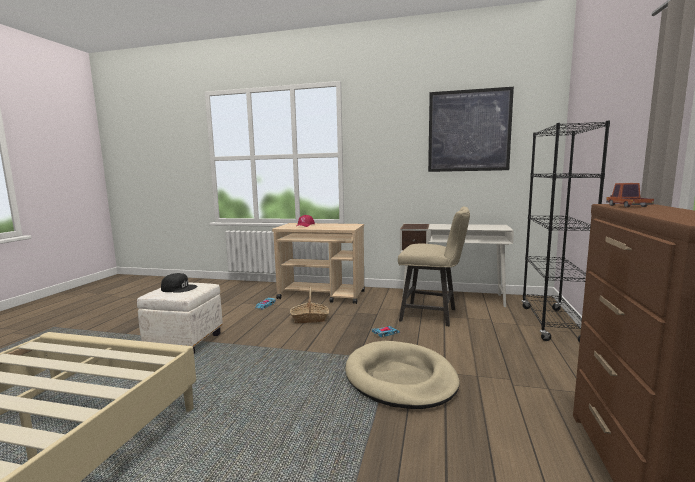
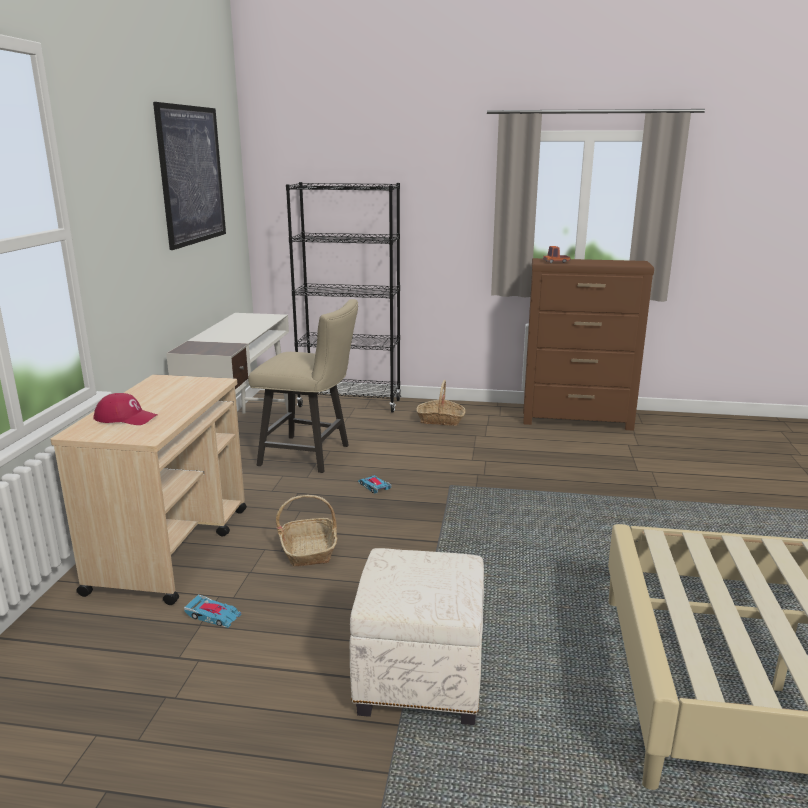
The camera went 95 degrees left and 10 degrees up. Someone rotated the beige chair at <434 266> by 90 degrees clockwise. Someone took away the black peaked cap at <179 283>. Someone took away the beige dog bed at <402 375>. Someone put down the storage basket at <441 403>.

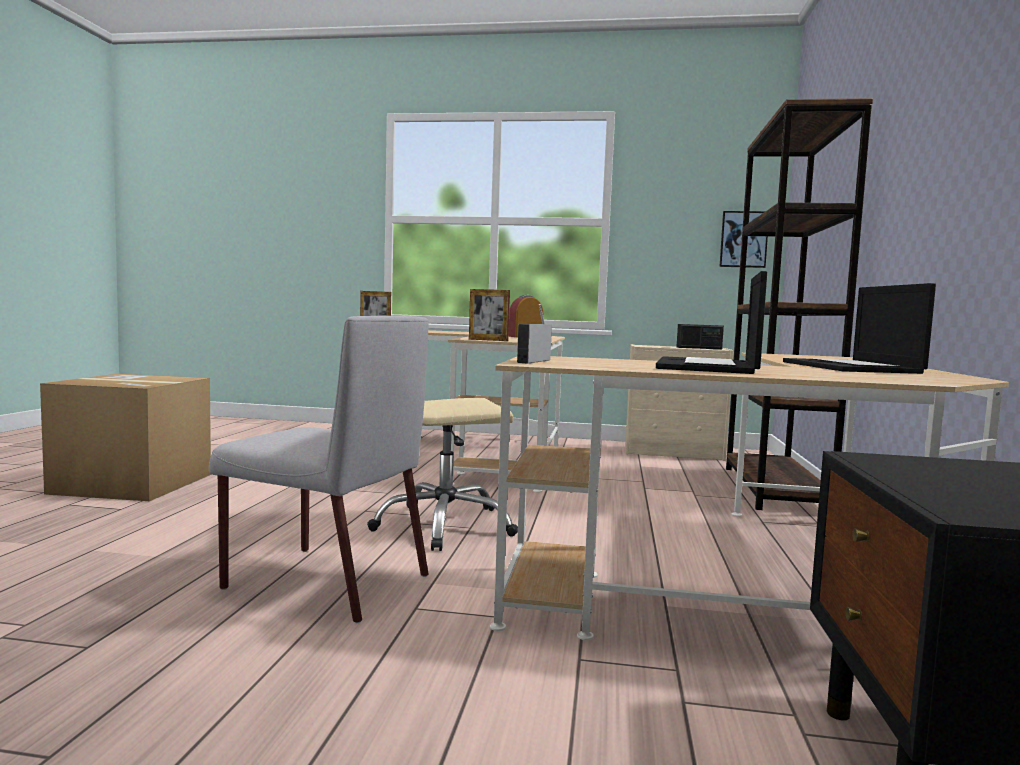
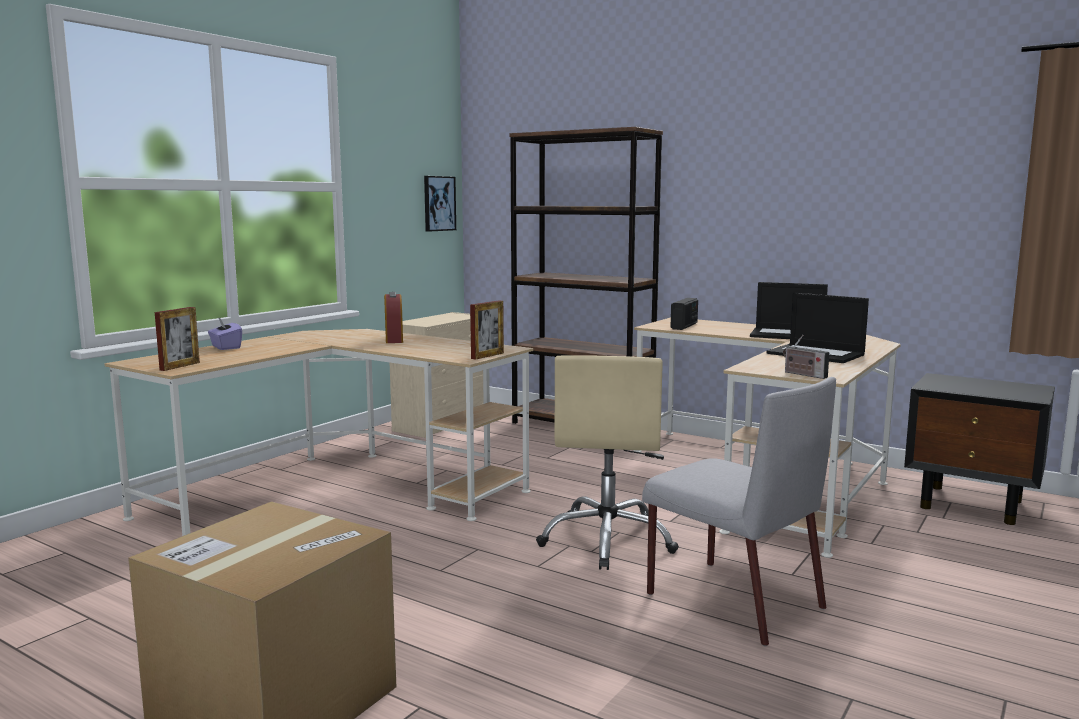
The camera went 65 degrees left and 5 degrees up. Someone rotated the gray chair at <319 469> by 90 degrees clockwise. Someone carried the radio receiver from <700 336> to <684 314>. Someone put down the purple-coloured tissue box at <225 334>.

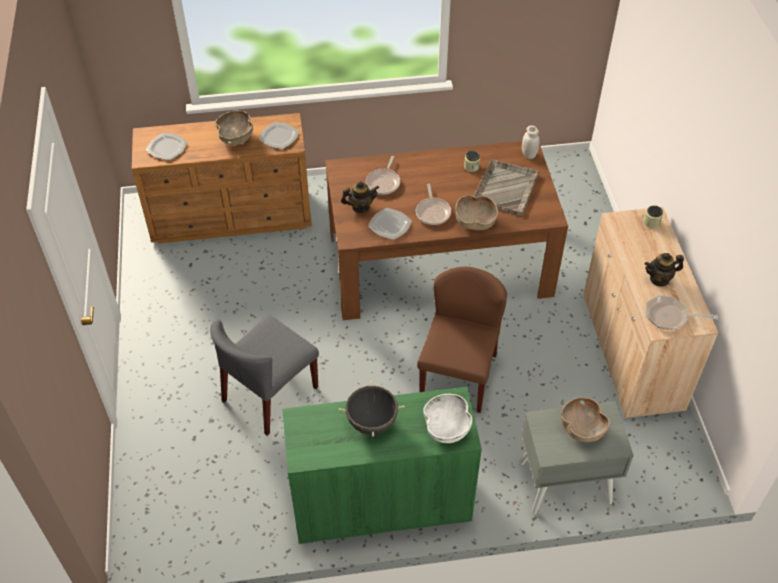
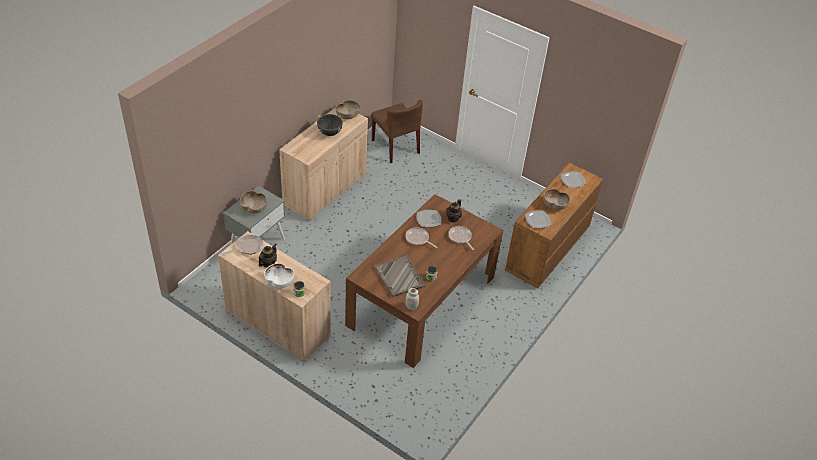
The camera went 130 degrees right and 5 degrees down. Someone carried the brown deep dish from <476 212> to <348 109>. Someone carried the brown chair from <462 340> to <397 131>. Someone took away the gray chair at <264 375>. Someone repainted the greenish cupboard at <382 465>, which became the beige cupboard at <323 164>. Someone carried the whitish deep dish from <447 418> to <279 276>.

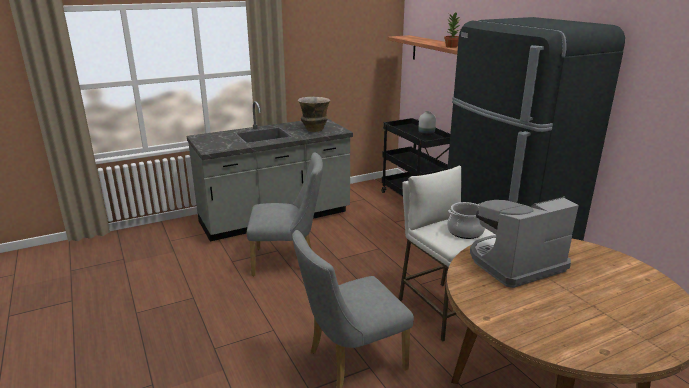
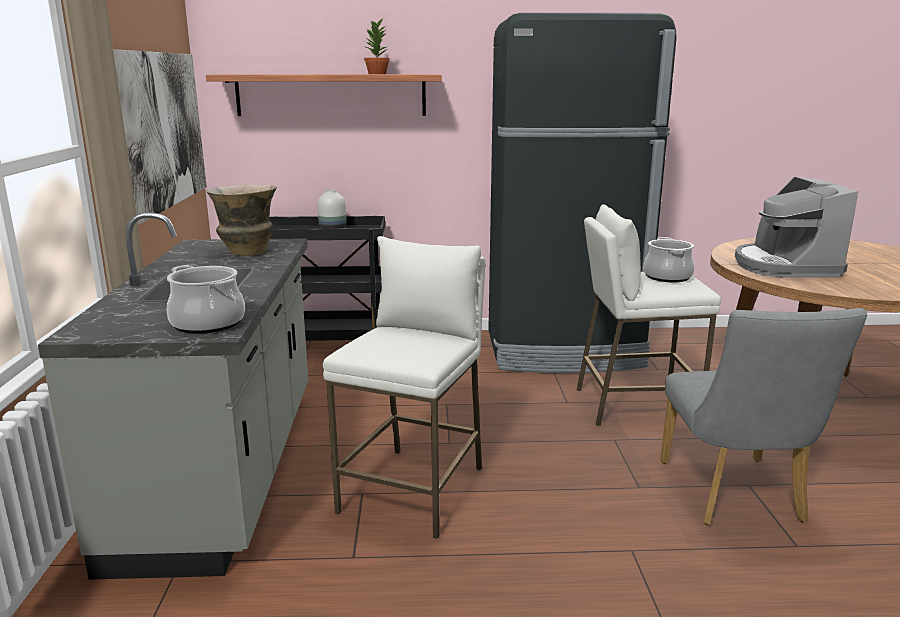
The camera went 65 degrees left and 5 degrees down. Someone swapped the gray chair at <285 214> for the whitish sitting stool at <404 387>. Someone put up the wall picture at <160 137>. Someone put down the cooking pot at <206 299>.

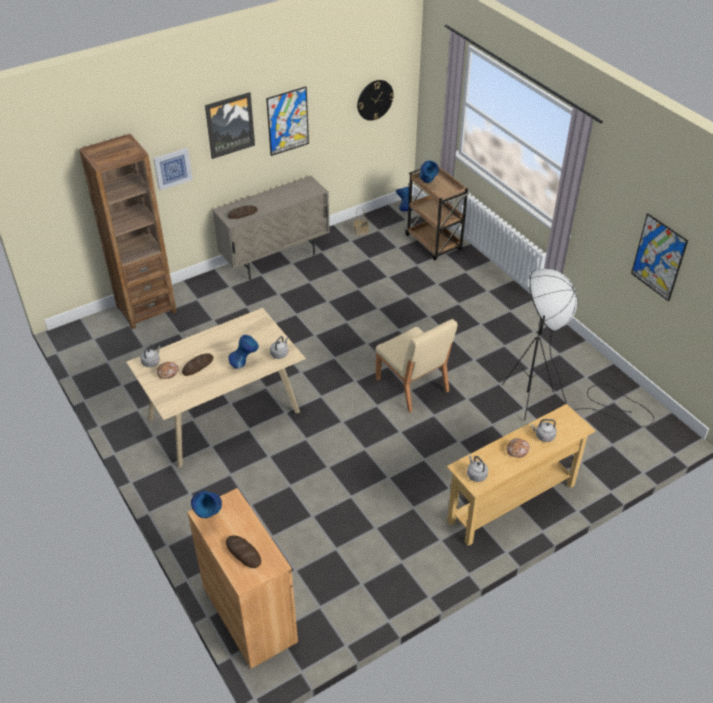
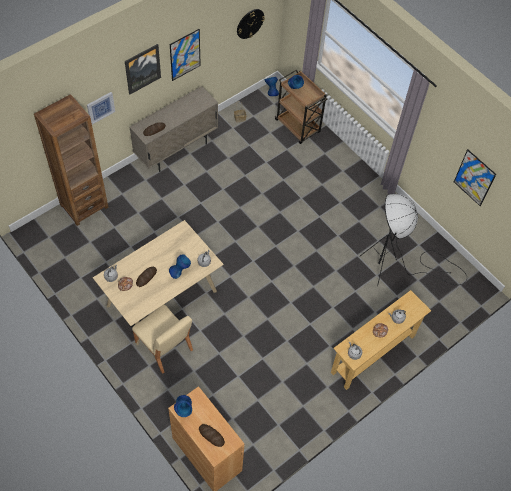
The camera went 10 degrees left and 15 degrees up. Someone carried the beige chair from <416 365> to <162 339>.

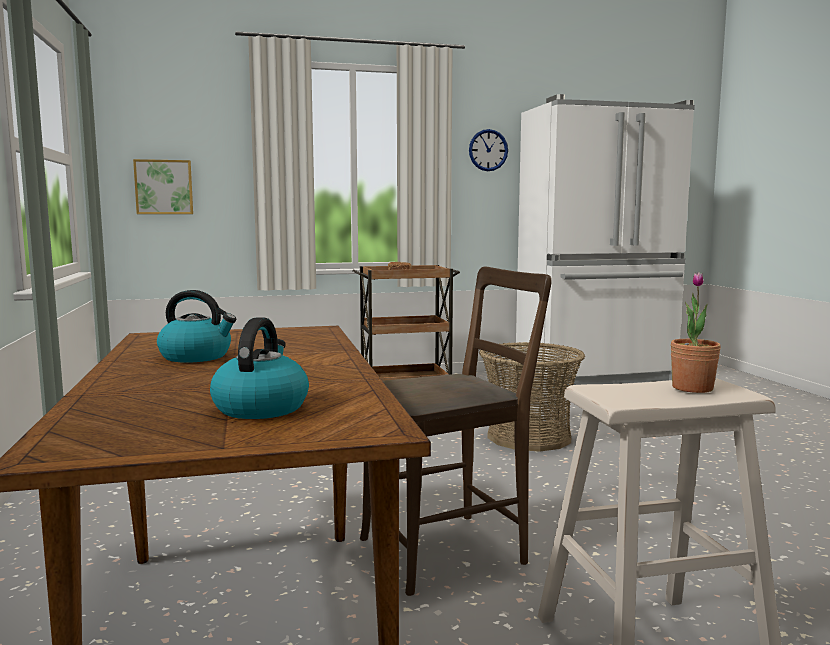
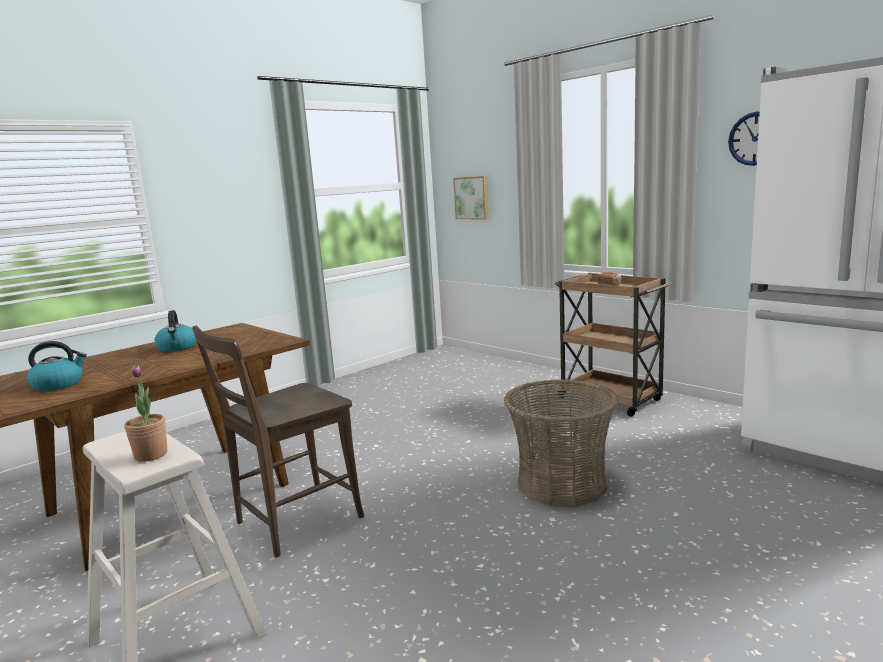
The camera went 60 degrees right and 5 degrees up. Someone rotated the brown chair at <456 431> by 105 degrees clockwise.

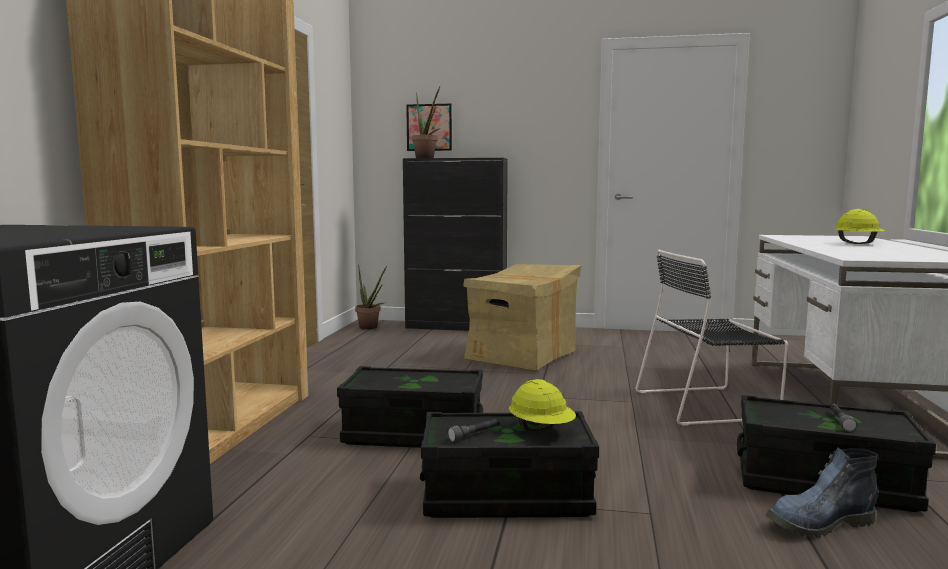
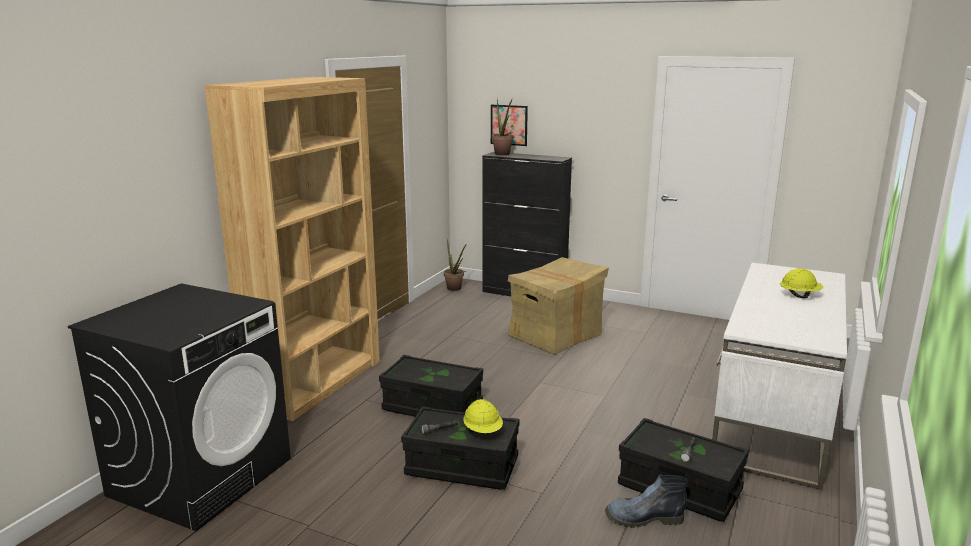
The camera went 15 degrees right and 10 degrees up. Someone took away the black chair at <712 338>.

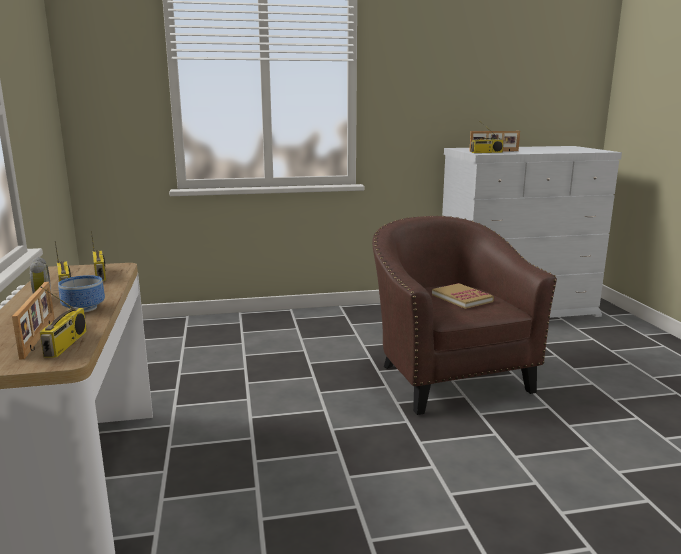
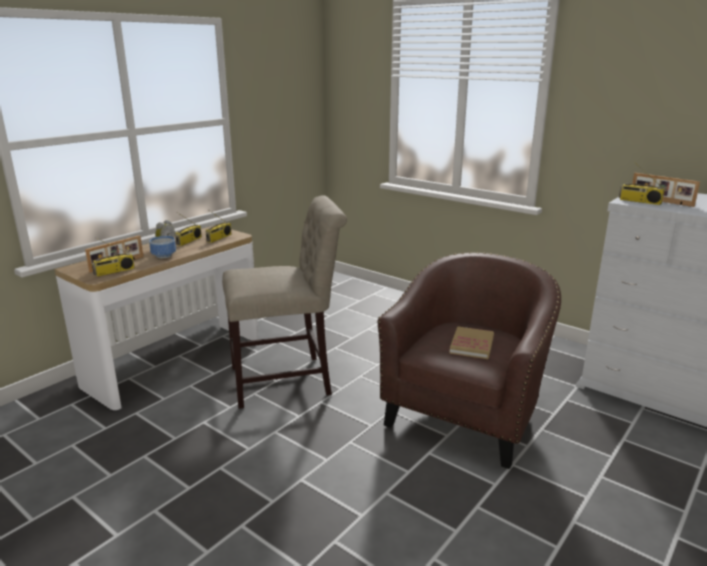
The camera went 50 degrees right and 5 degrees up. Someone put down the beige chair at <284 302>.

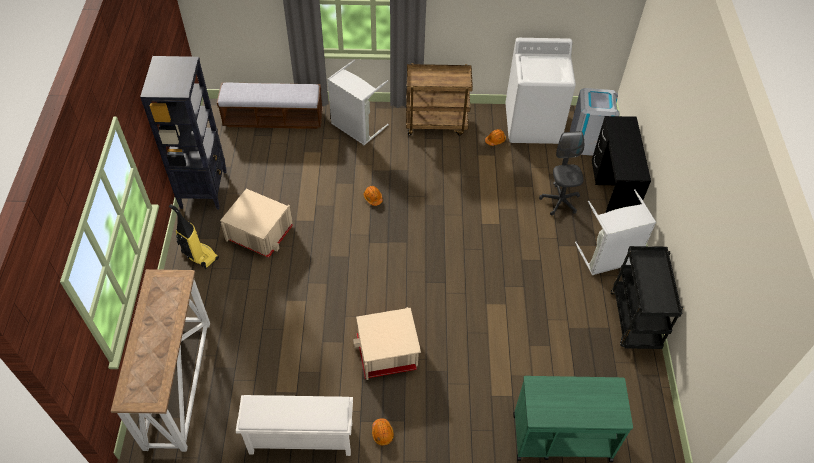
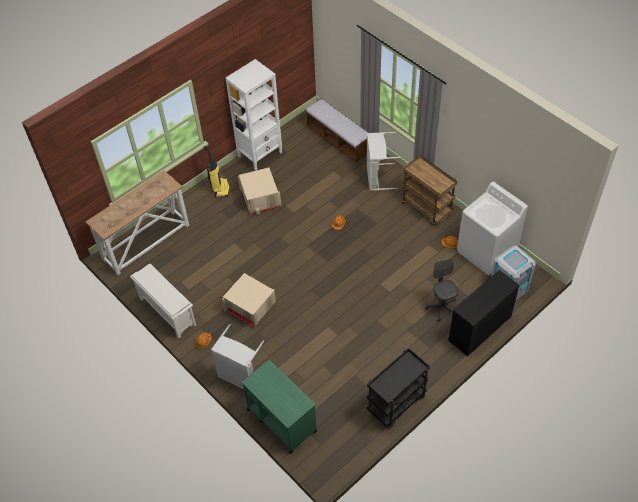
The camera went 50 degrees right and 0 degrees up. Someone repainted the black bookcase at <183 132>, which became the whitish bookcase at <253 115>. Someone rotated the gray computer chair at <561 173> by 60 degrees counterclockwise. Someone carried the gray hamper from <615 232> to <238 356>.

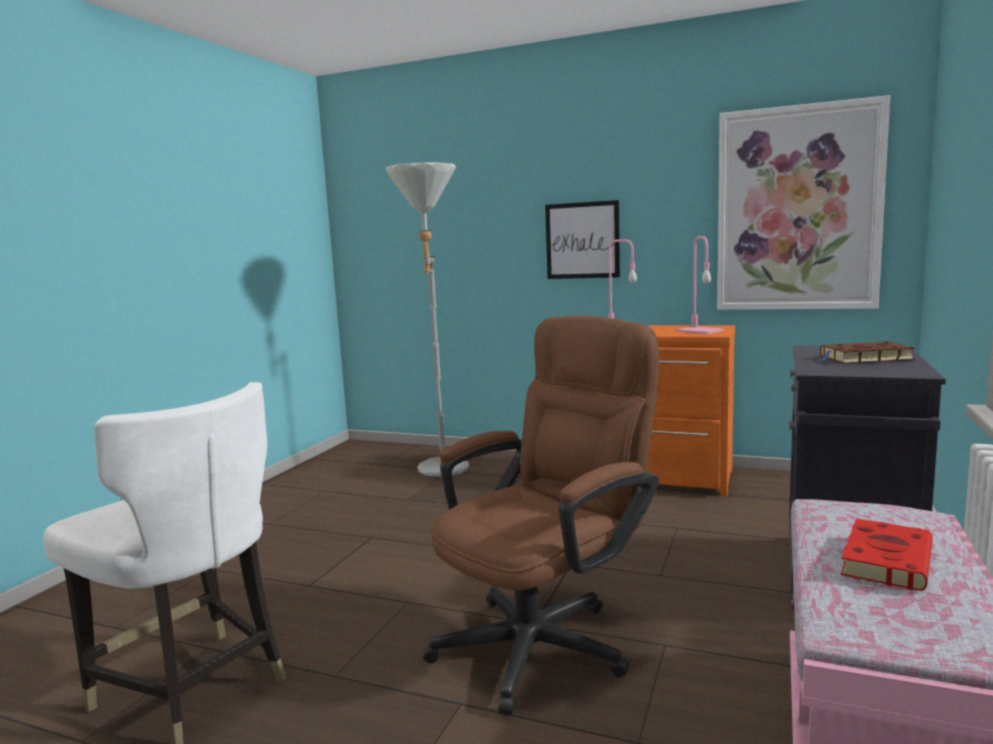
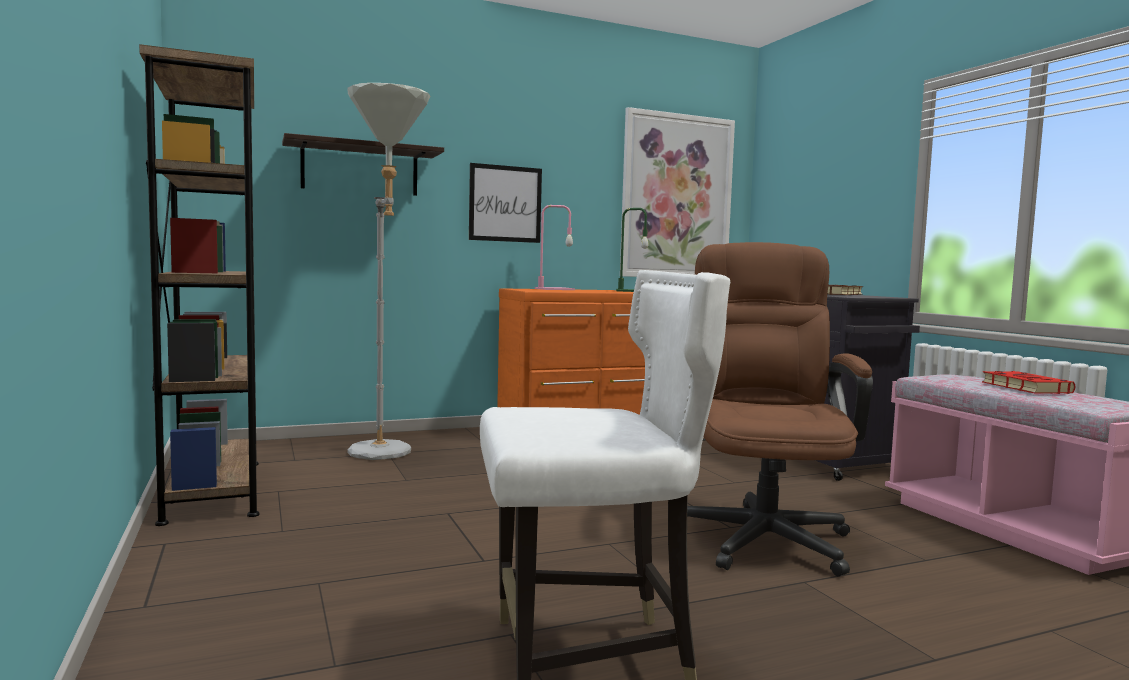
The camera went 45 degrees left and 5 degrees down. Someone repainted the pinkish table lamp at <700 285>, which became the greenish table lamp at <632 250>. Someone put down the brown bookcase at <199 285>. Someone put up the shelf at <363 164>.

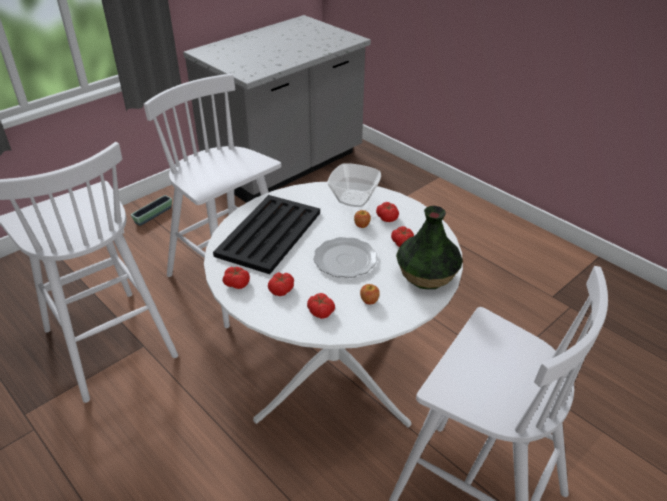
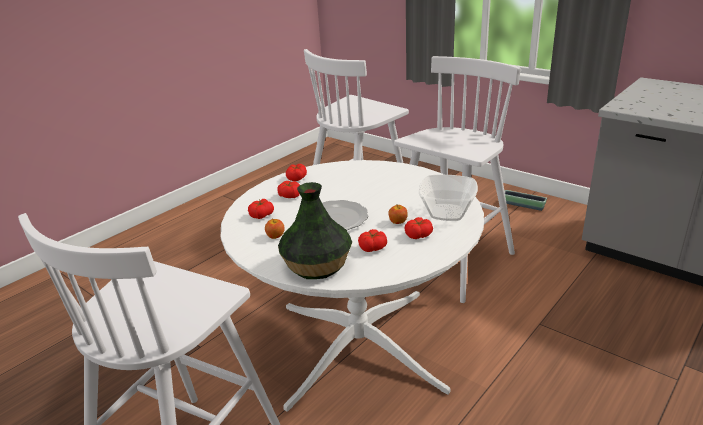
The camera went 85 degrees right and 10 degrees down. Someone took away the black serving tray at <266 234>.

